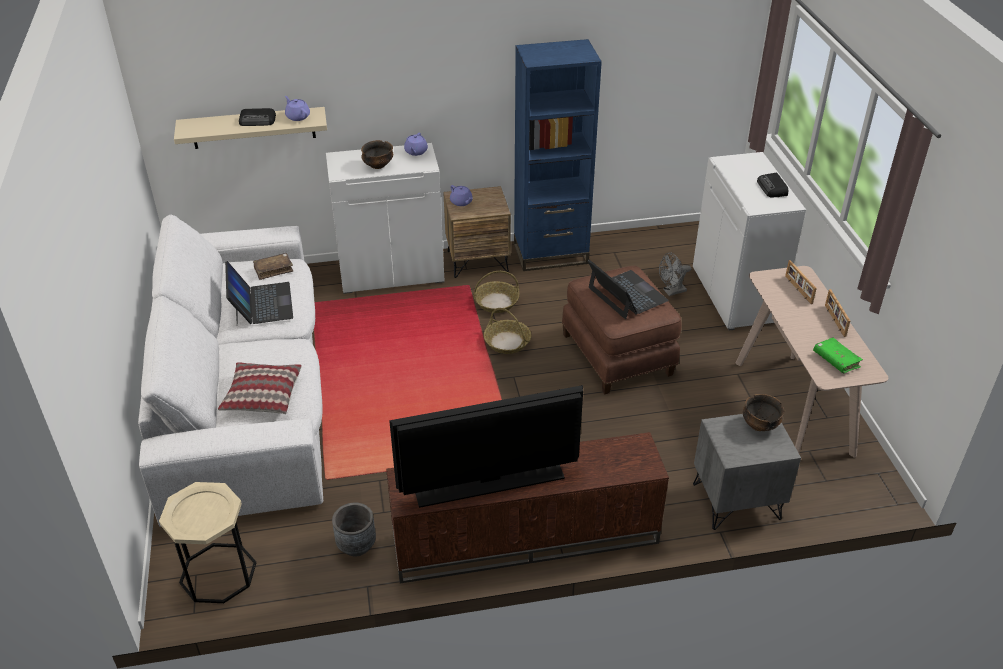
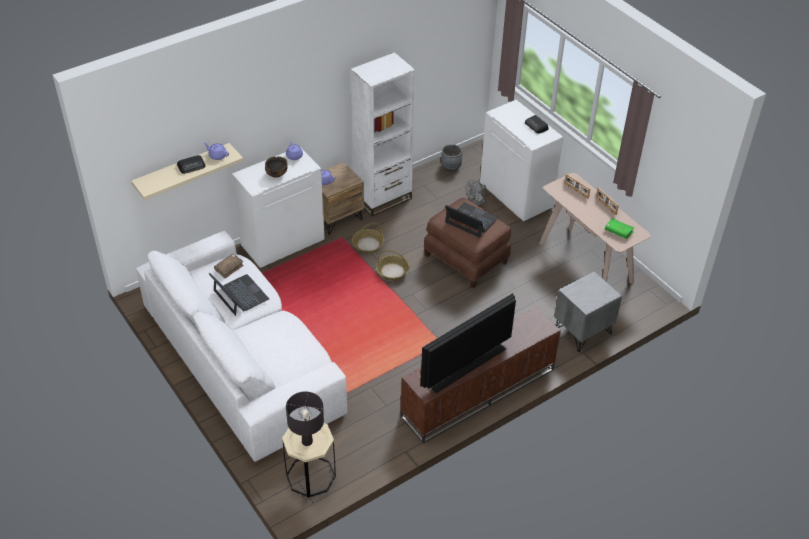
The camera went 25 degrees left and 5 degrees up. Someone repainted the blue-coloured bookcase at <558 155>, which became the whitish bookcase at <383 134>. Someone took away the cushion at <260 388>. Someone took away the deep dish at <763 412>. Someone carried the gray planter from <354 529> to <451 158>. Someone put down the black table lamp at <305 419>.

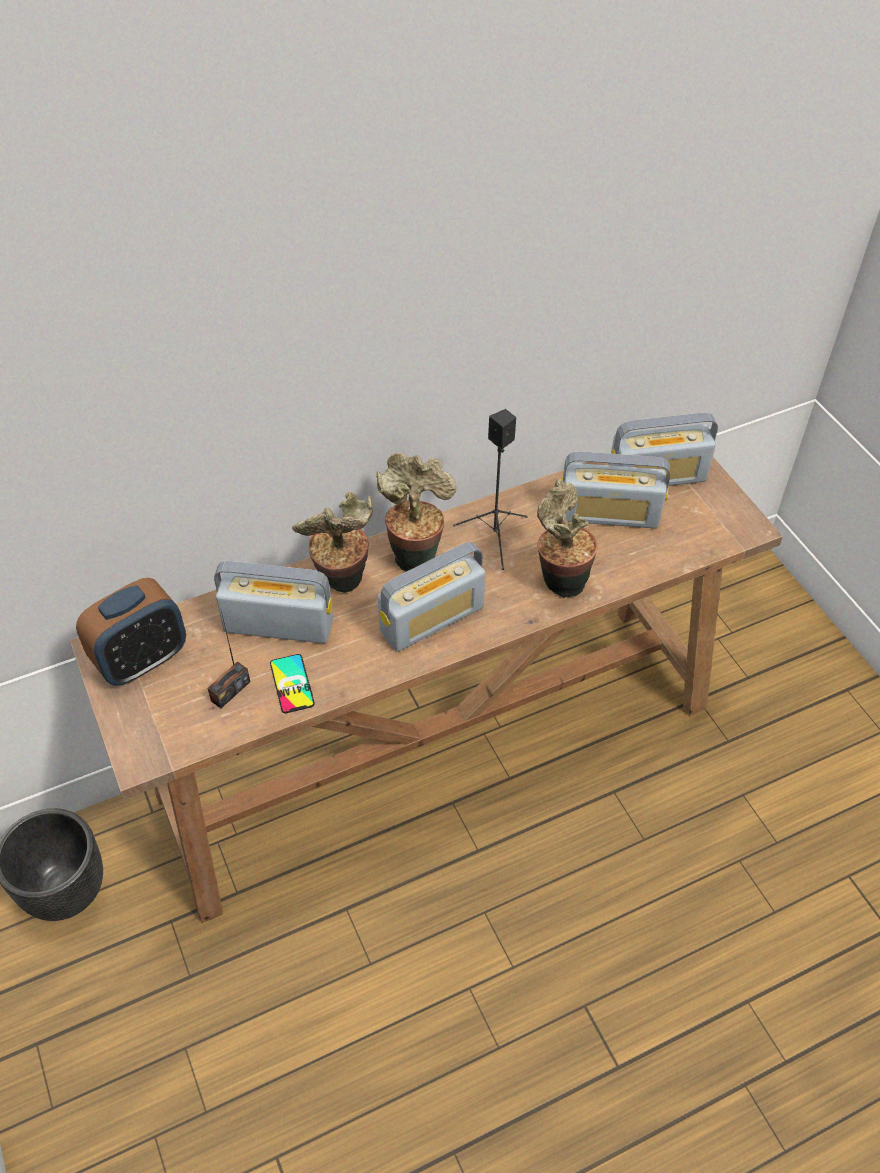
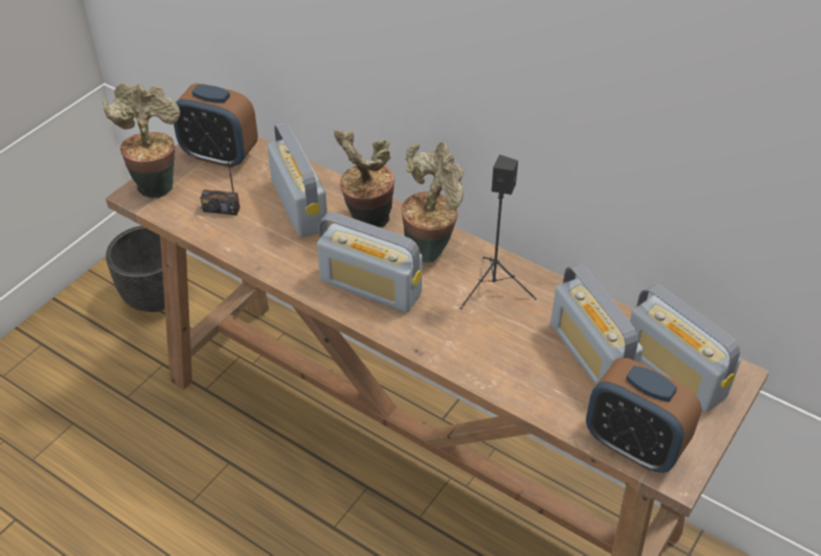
The camera went 60 degrees right and 5 degrees down. Someone carried the potted plant from <567 538> to <141 140>. Someone took away the phone at <292 683>. Someone put down the table clock at <644 415>.

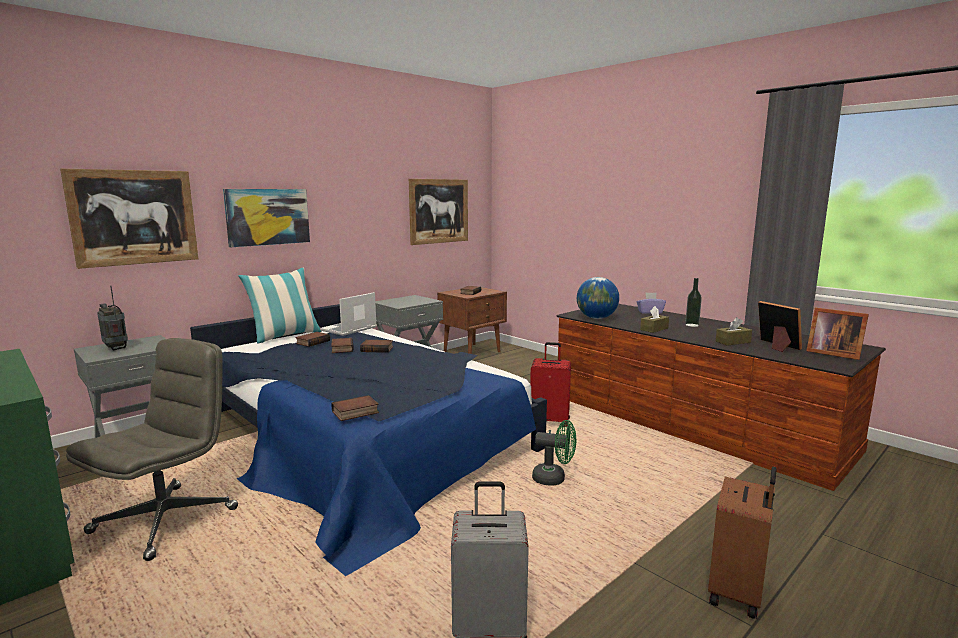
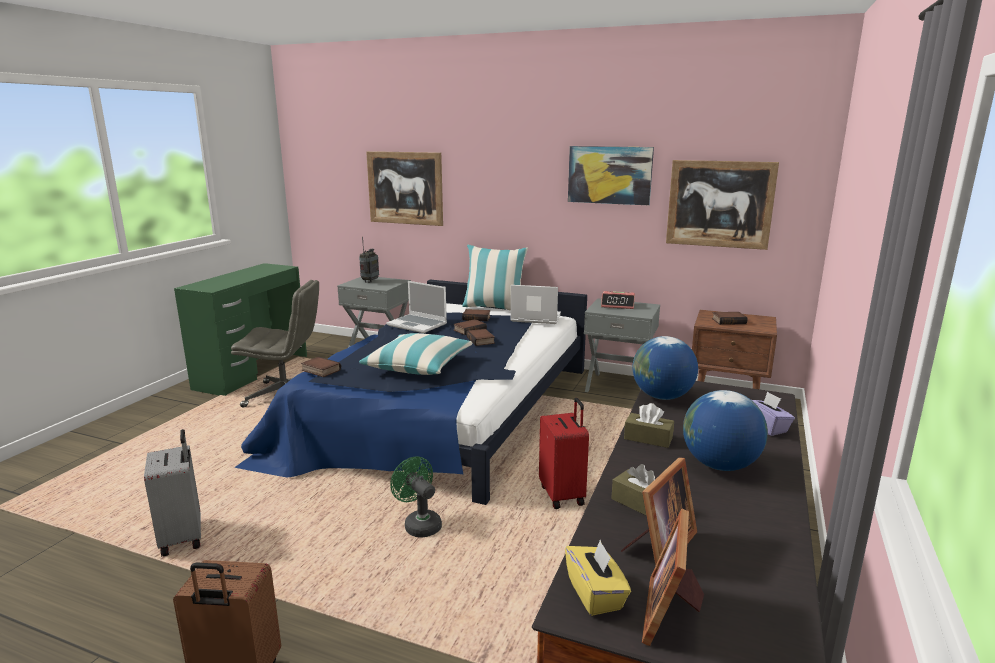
The camera went 65 degrees right and 5 degrees up. Someone carried the wall picture from <266 218> to <611 175>. Someone swapped the drink bottle at <693 302> for the world globe at <725 430>. Someone rotated the greenish electric fan at <554 453> by 150 degrees clockwise. Someone put down the notebook computer at <416 307>. Someone put down the table clock at <618 300>. Someone put down the cushion at <415 354>. Someone put down the yellow-coloured tissue box at <598 578>.

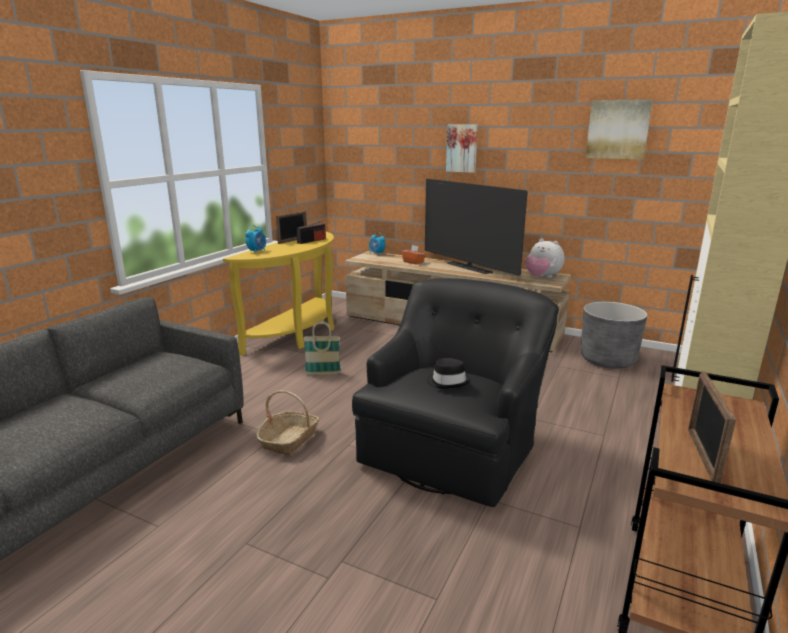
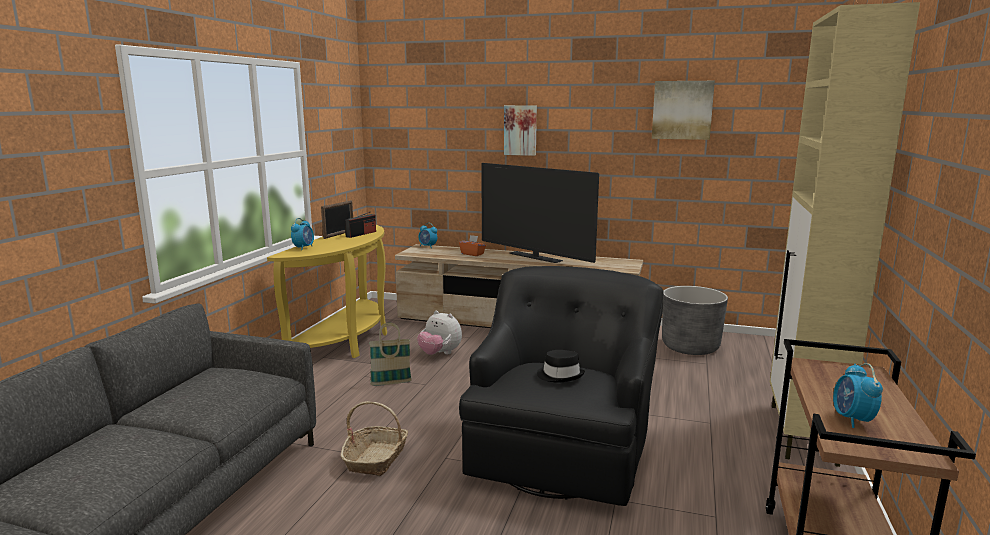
The camera went 10 degrees left and 5 degrees down. Someone carried the plush toy from <545 258> to <439 333>. Someone swapped the picture frame at <712 427> for the table clock at <858 395>.

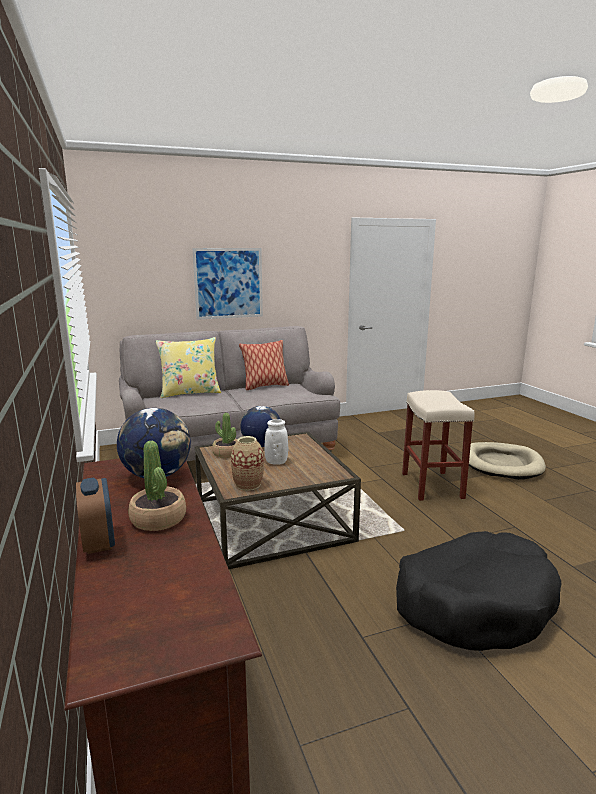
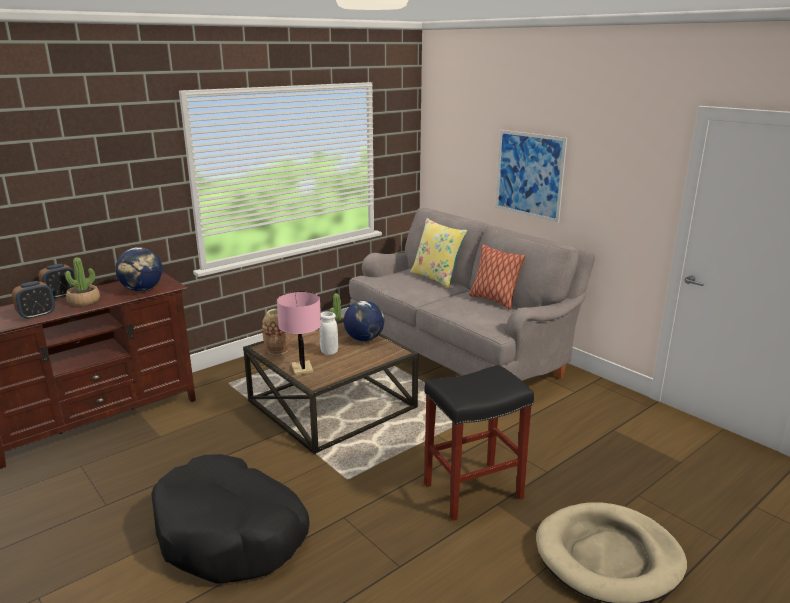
The camera went 70 degrees right and 5 degrees up. Someone repainted the beige sitting stool at <438 445>, which became the black sitting stool at <479 443>. Someone put down the table clock at <33 300>. Someone put down the pinkish table lamp at <299 333>.

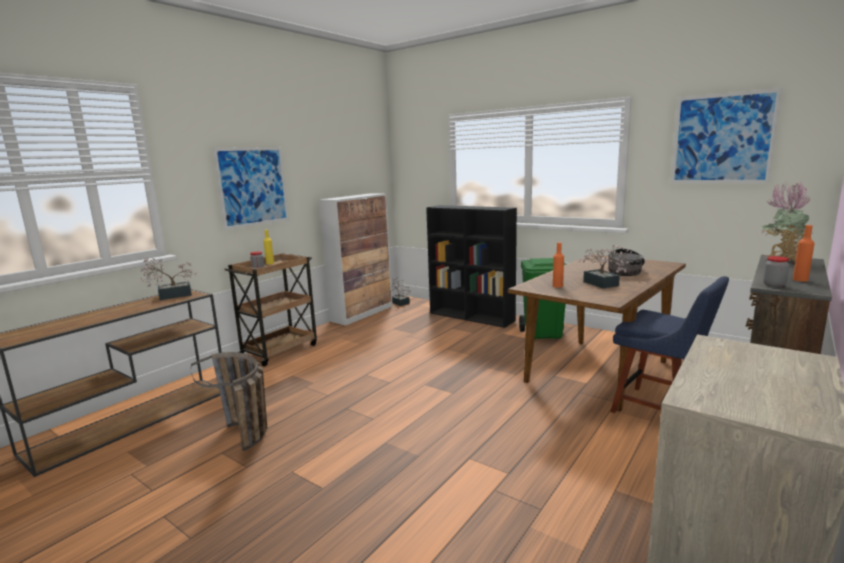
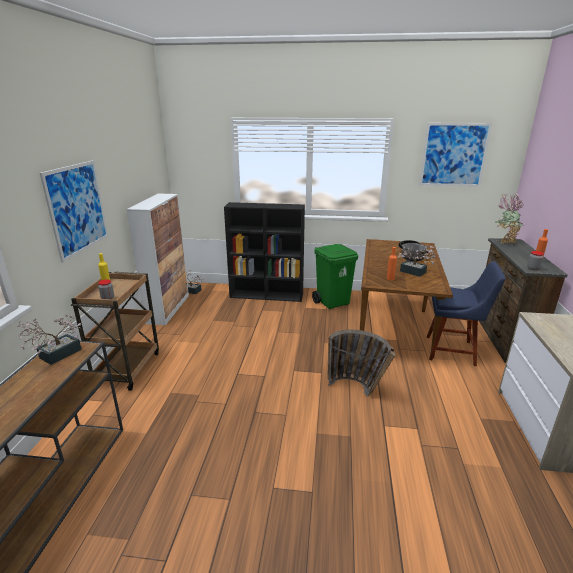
The camera went 30 degrees left and 10 degrees up. Someone carried the storage basket from <229 401> to <361 363>.

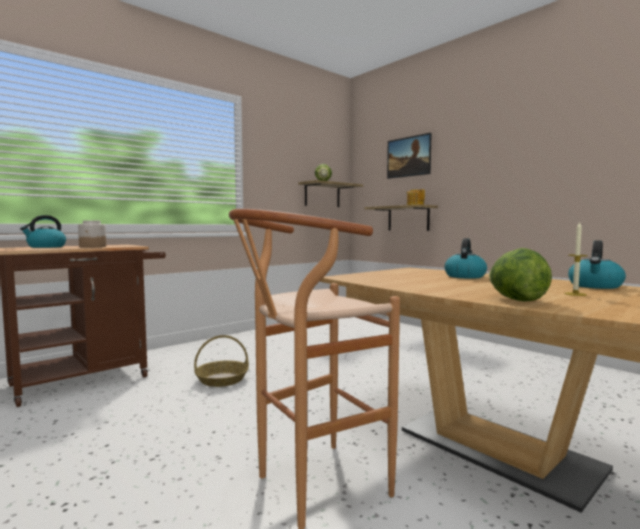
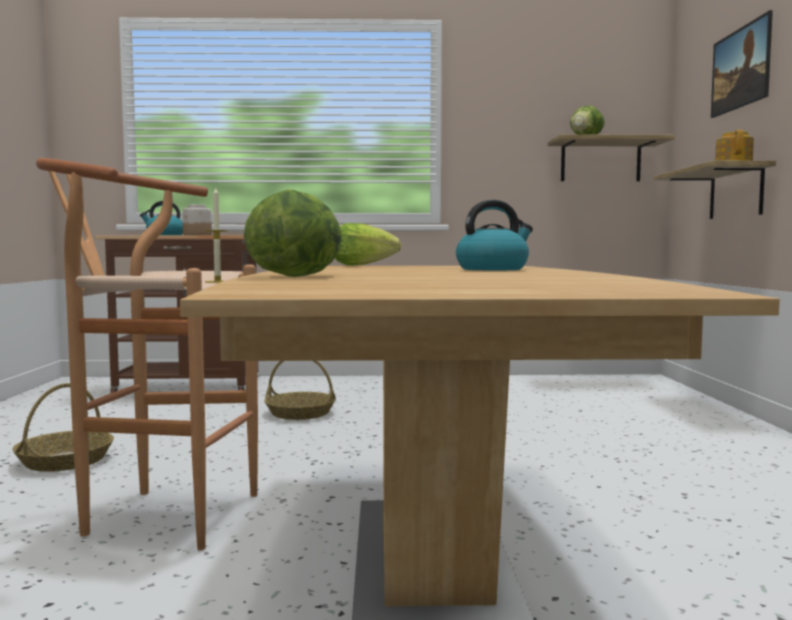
The camera went 40 degrees right and 0 degrees up. Someone carried the wax light from <576 258> to <216 234>. Someone took away the water kettle at <597 264>. Someone put down the lettuce head at <368 244>. Someone put down the storage basket at <63 427>.

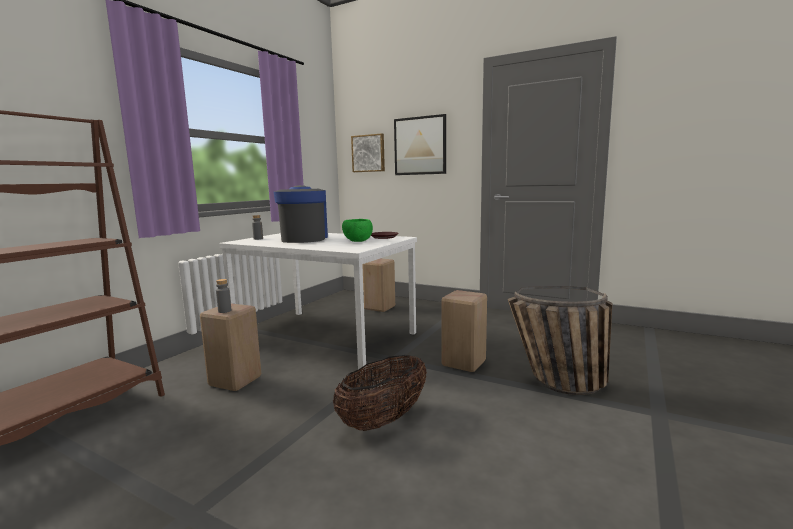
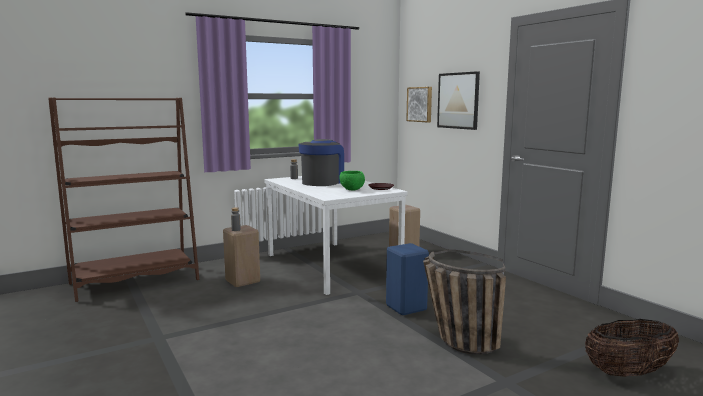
The camera went 30 degrees right and 0 degrees up. Someone repainted the beige sitting stool at <464 331>, which became the blue-coloured sitting stool at <407 279>. Someone carried the storage basket from <380 393> to <632 348>.

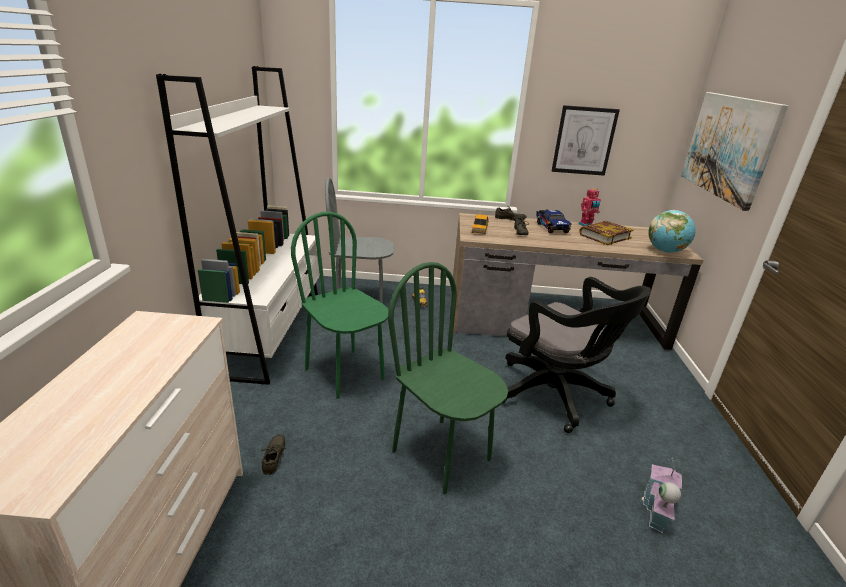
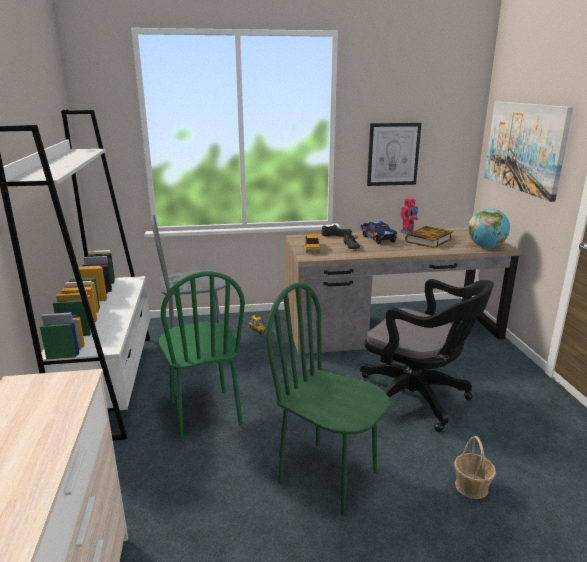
The camera went 10 degrees left and 5 degrees down. Someone rotated the greenish chair at <339 305> by 150 degrees counterclockwise. Someone took away the gray item of footwear at <274 454>. Someone took away the model house at <662 495>. Someone put down the storage basket at <475 467>.

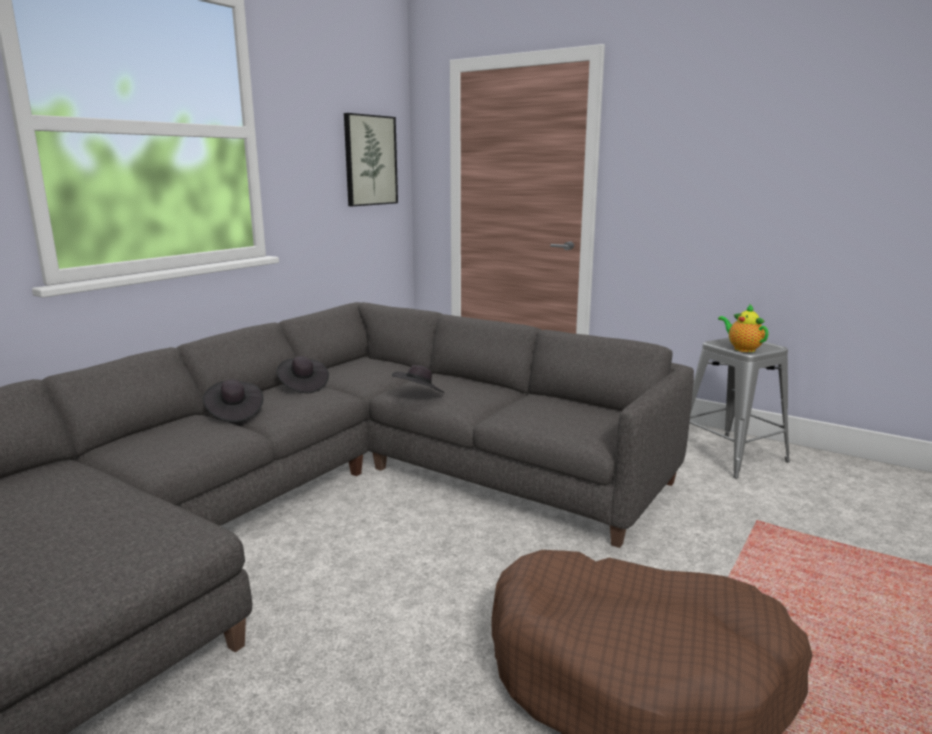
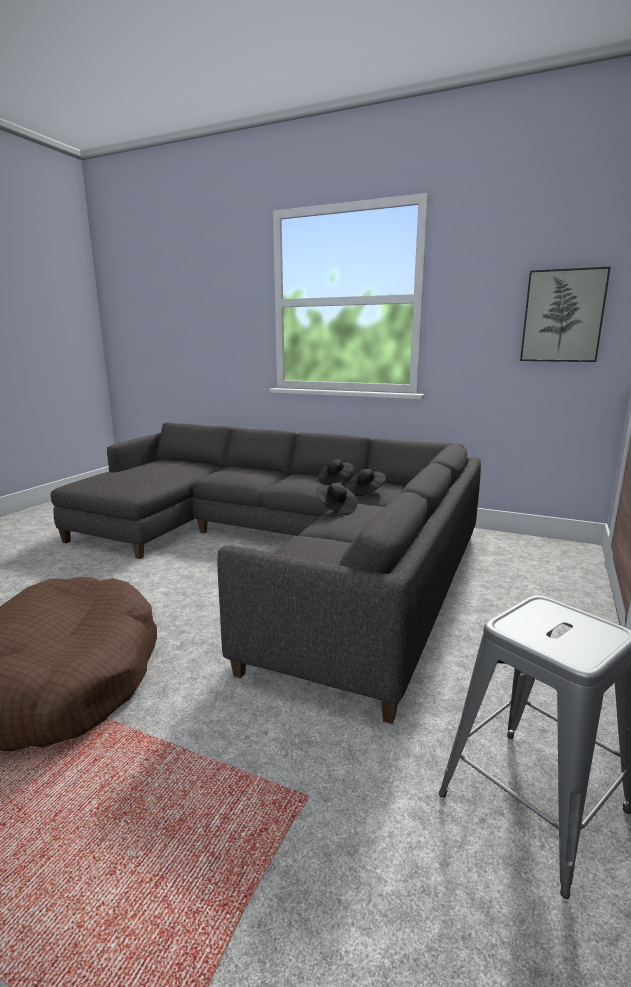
The camera went 80 degrees right and 0 degrees up. Someone took away the pot for tea at <743 328>. Someone carried the black hat from <233 400> to <366 482>.

